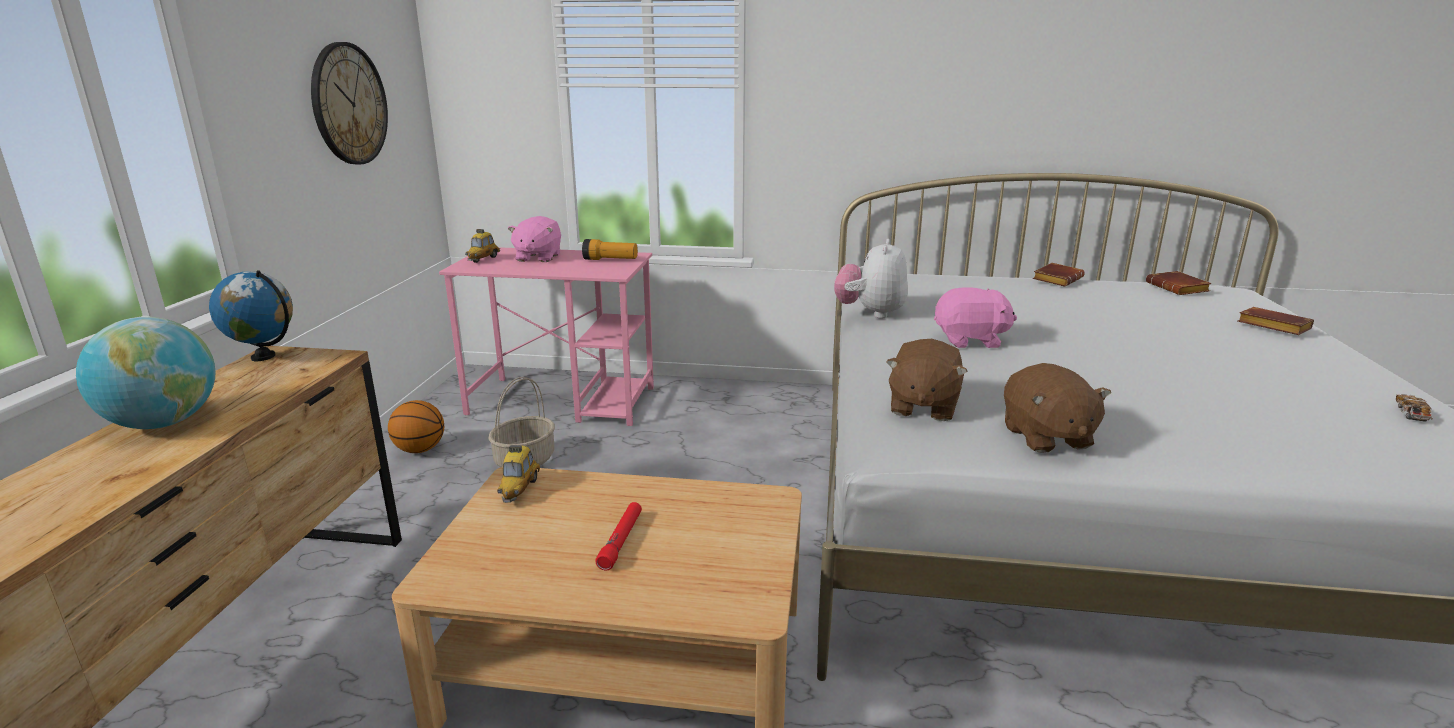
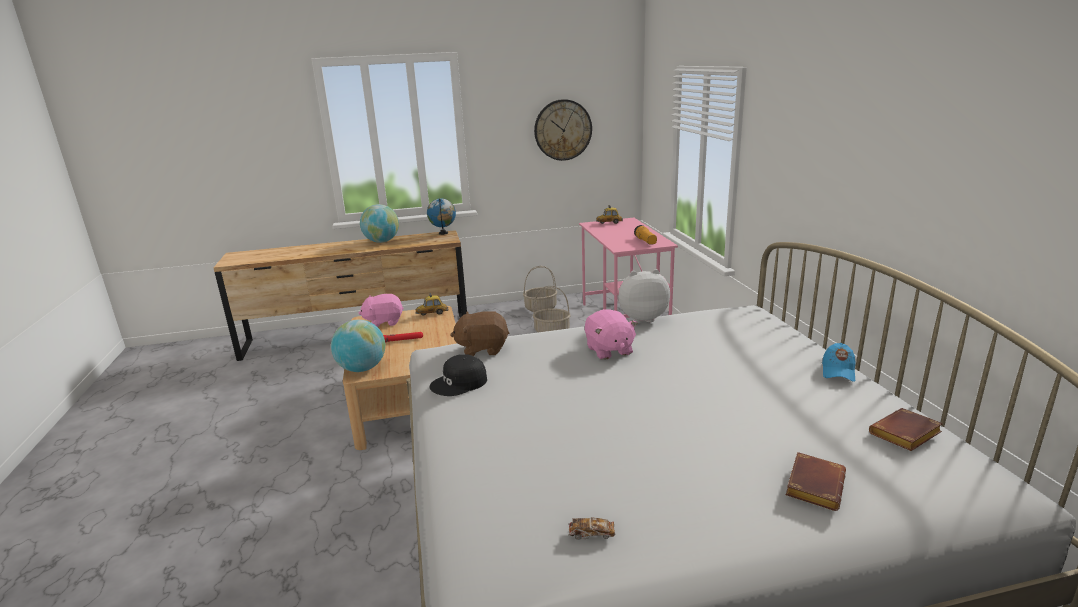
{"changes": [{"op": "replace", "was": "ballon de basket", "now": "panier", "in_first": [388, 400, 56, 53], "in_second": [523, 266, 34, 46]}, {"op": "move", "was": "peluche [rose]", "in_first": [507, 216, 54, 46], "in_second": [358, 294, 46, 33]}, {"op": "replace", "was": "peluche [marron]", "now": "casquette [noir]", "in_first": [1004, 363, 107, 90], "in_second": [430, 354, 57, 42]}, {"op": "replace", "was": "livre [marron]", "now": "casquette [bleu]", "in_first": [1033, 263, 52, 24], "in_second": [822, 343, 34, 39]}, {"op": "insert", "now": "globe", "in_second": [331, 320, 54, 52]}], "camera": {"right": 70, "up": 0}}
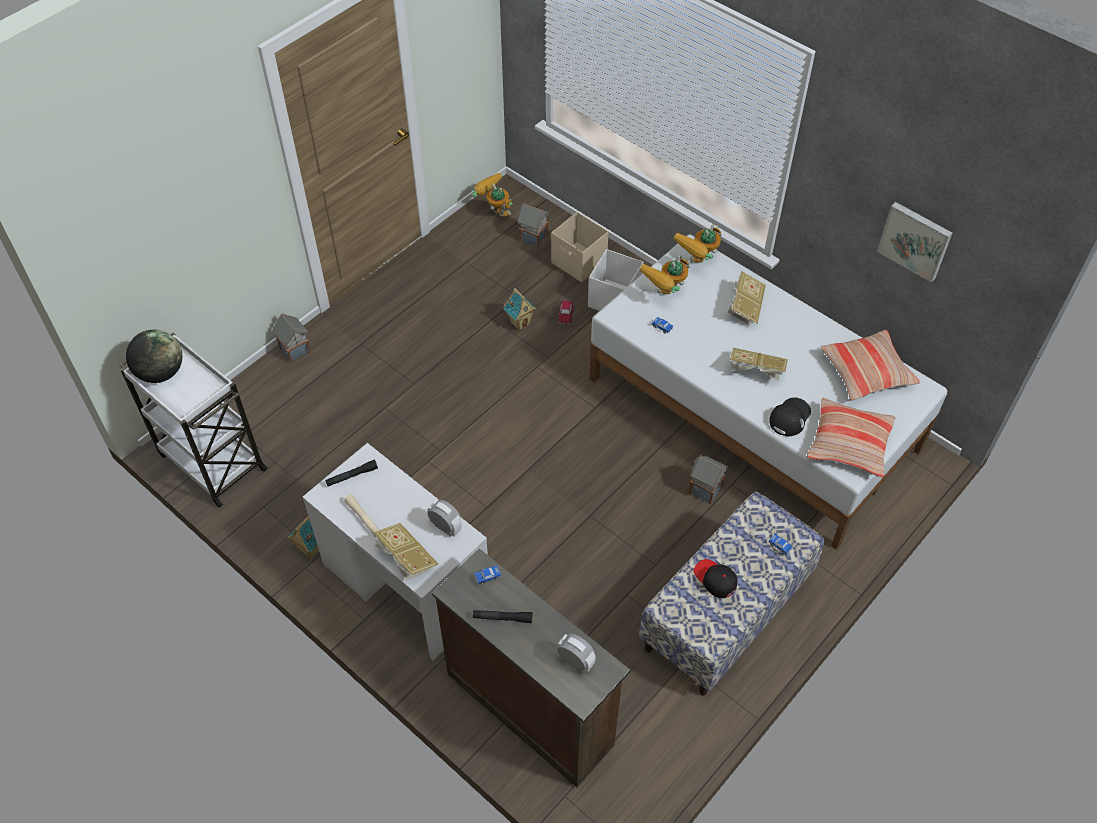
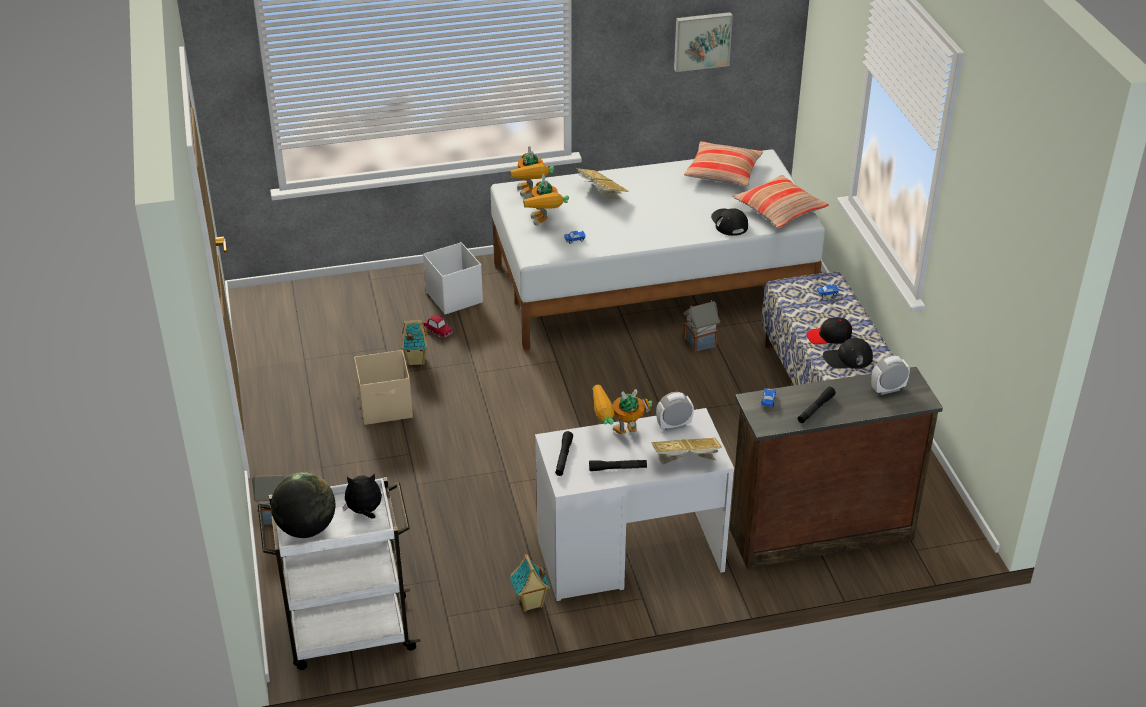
{"changes": [{"op": "recolor", "was": "lampe de poche [beige]", "now": "lampe de poche [noir]", "in_first": [344, 494, 35, 43], "in_second": [589, 460, 58, 11]}, {"op": "move", "was": "robot jouet", "in_first": [472, 173, 41, 44], "in_second": [593, 385, 59, 49]}, {"op": "delete", "was": "maison miniature", "in_first": [517, 203, 32, 45]}, {"op": "move", "was": "boîte de rangement [beige]", "in_first": [551, 212, 58, 70], "in_second": [354, 350, 59, 75]}, {"op": "delete", "was": "livre", "in_first": [730, 348, 58, 33]}, {"op": "insert", "now": "peluche", "in_second": [342, 474, 40, 45]}, {"op": "insert", "now": "casquette [noir]", "in_second": [823, 338, 50, 31]}], "camera": {"right": -55, "up": -15}}
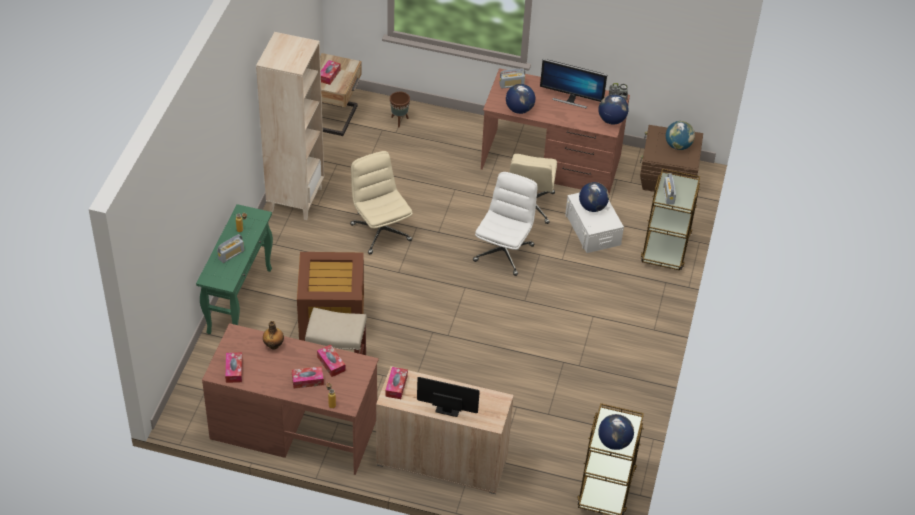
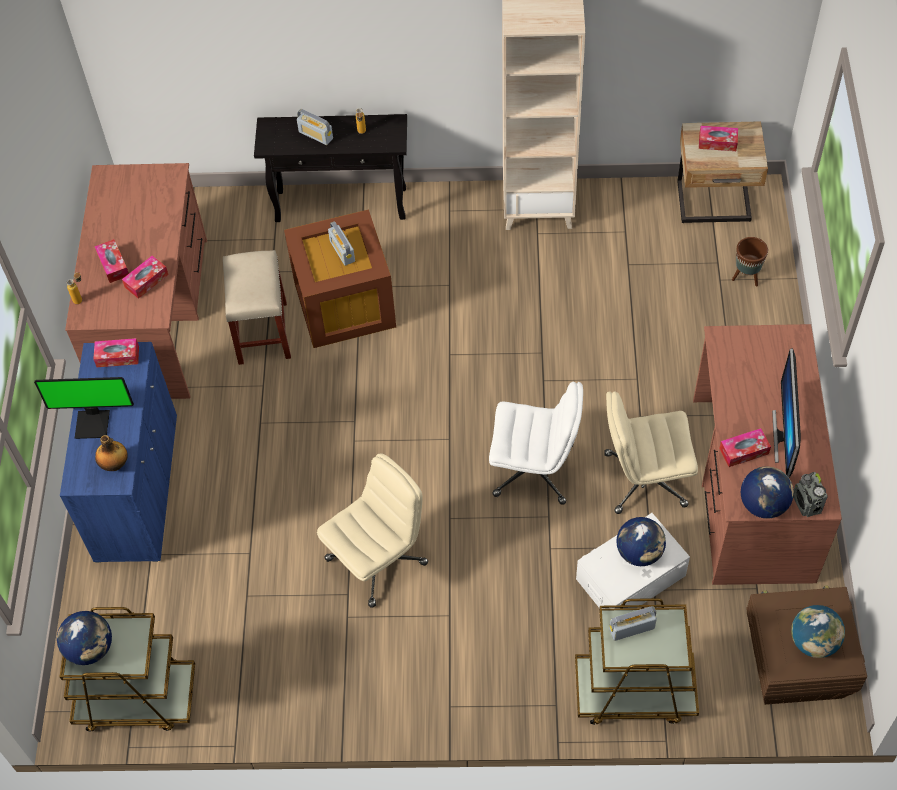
{"changes": [{"op": "recolor", "was": "table console [vert]", "now": "table console [noir]", "in_first": [196, 204, 77, 130], "in_second": [254, 114, 153, 108]}, {"op": "move", "was": "boîte à mouchoirs", "in_first": [225, 352, 18, 31], "in_second": [719, 428, 52, 39]}, {"op": "move", "was": "bouteille", "in_first": [263, 321, 21, 29], "in_second": [95, 435, 33, 36]}, {"op": "move", "was": "chaise de bureau [beige]", "in_first": [350, 151, 63, 103], "in_second": [317, 453, 111, 155]}, {"op": "recolor", "was": "meuble de rangement [beige]", "now": "meuble de rangement [bleu]", "in_first": [376, 366, 138, 128], "in_second": [60, 342, 117, 221]}, {"op": "rotate", "was": "écran d'ordinateur", "in_first": [417, 377, 63, 40], "in_second": [34, 377, 100, 62], "clockwise": 90}, {"op": "move", "was": "radio", "in_first": [499, 68, 26, 21], "in_second": [328, 221, 27, 45]}, {"op": "delete", "was": "globe", "in_first": [506, 84, 29, 30]}], "camera": {"right": 80, "up": 10}}
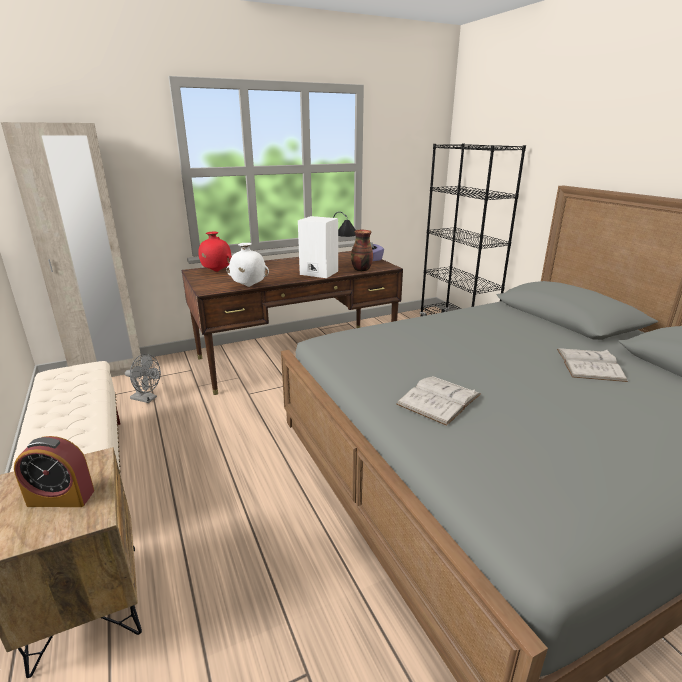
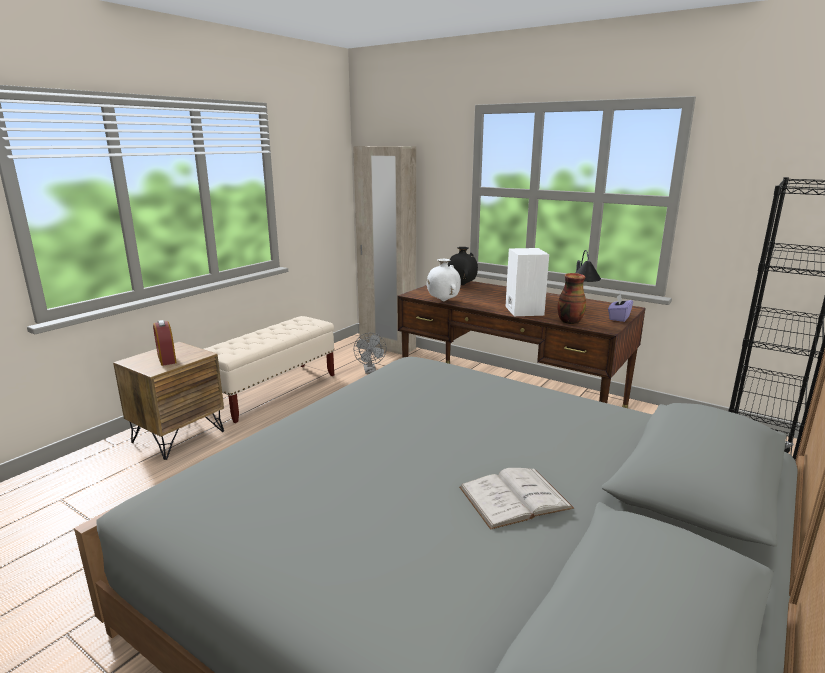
{"changes": [{"op": "recolor", "was": "vase [rouge]", "now": "vase [noir]", "in_first": [198, 232, 34, 40], "in_second": [448, 247, 30, 38]}, {"op": "delete", "was": "livre [blanc]", "in_first": [396, 376, 85, 50]}], "camera": {"right": 60, "up": -5}}
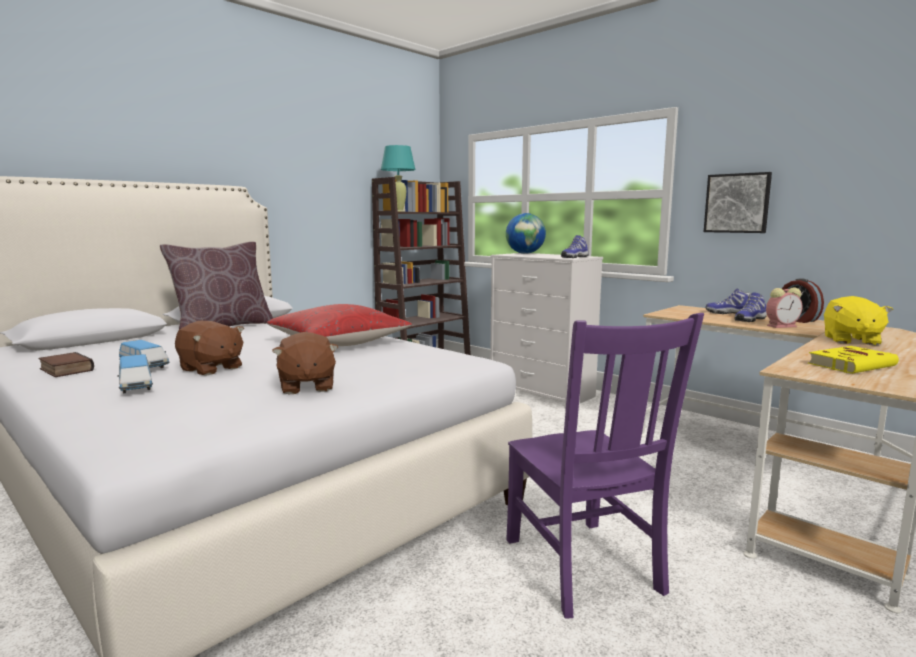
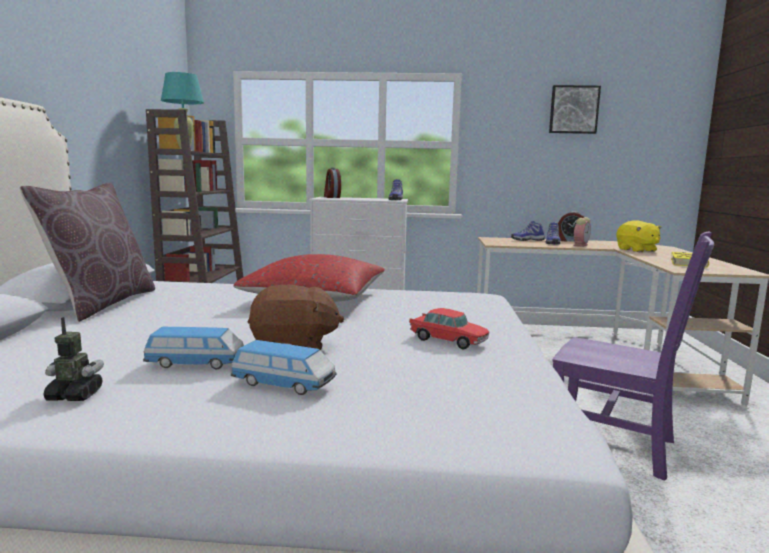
{"changes": [{"op": "replace", "was": "livre", "now": "robot jouet", "in_first": [38, 352, 56, 25], "in_second": [44, 317, 60, 84]}, {"op": "replace", "was": "peluche [marron]", "now": "petite voiture", "in_first": [272, 332, 66, 62], "in_second": [409, 308, 80, 42]}, {"op": "replace", "was": "globe", "now": "réveil", "in_first": [506, 213, 40, 41], "in_second": [324, 167, 17, 31]}, {"op": "move", "was": "tableau", "in_first": [704, 172, 68, 61], "in_second": [549, 85, 52, 49]}], "camera": {"right": -40, "up": 0}}
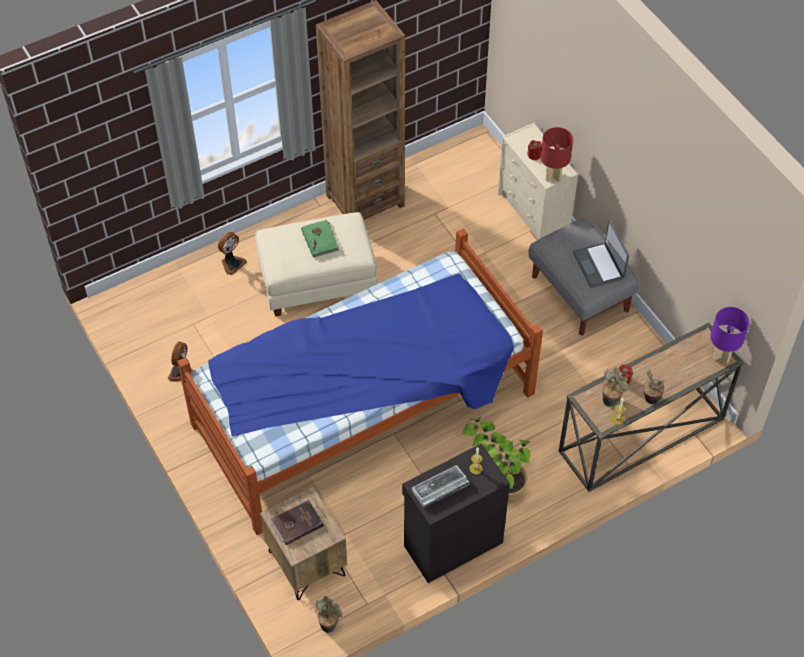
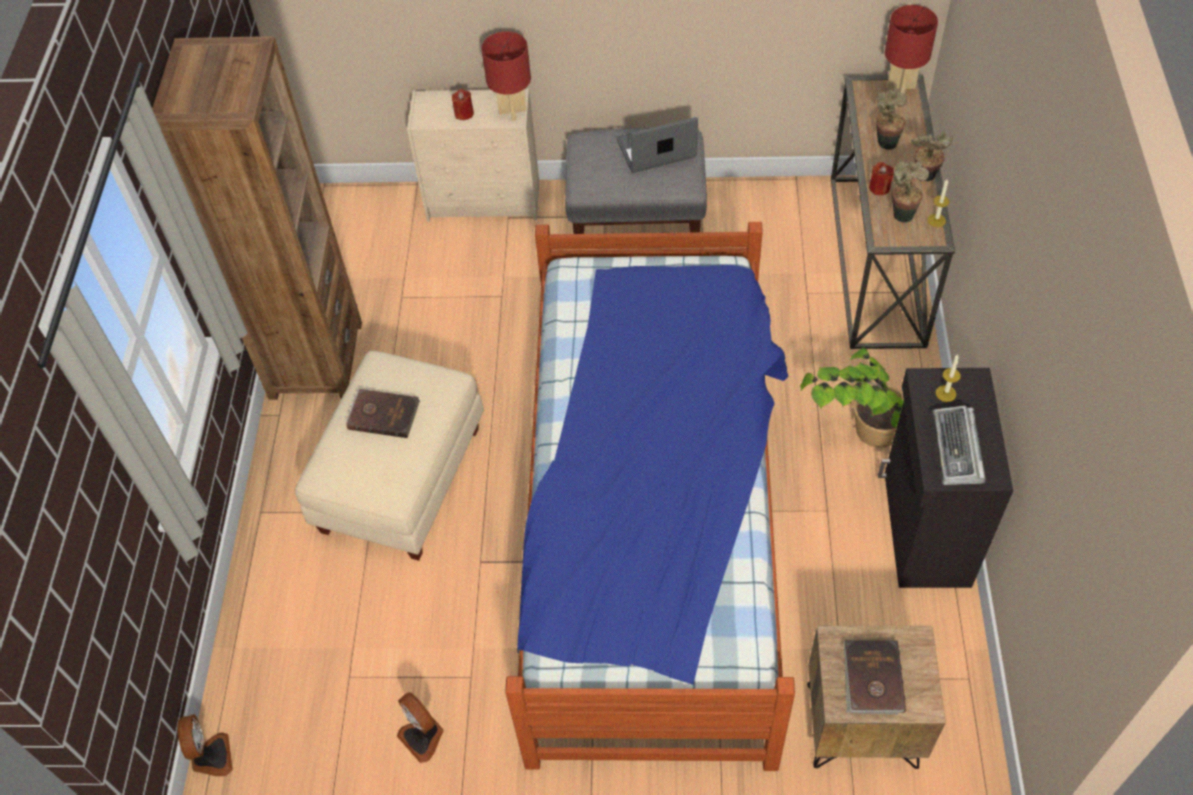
{"changes": [{"op": "move", "was": "ventilateur", "in_first": [218, 232, 29, 43], "in_second": [177, 714, 56, 62]}, {"op": "recolor", "was": "livre [vert]", "now": "livre [marron]", "in_first": [301, 220, 38, 38], "in_second": [346, 388, 74, 50]}, {"op": "move", "was": "plante en pot", "in_first": [316, 596, 26, 37], "in_second": [876, 88, 31, 62]}, {"op": "rotate", "was": "ordinateur portable", "in_first": [573, 220, 56, 68], "in_second": [617, 117, 81, 56], "clockwise": 150}, {"op": "recolor", "was": "lampe de table [violet]", "now": "lampe de table [rouge]", "in_first": [710, 307, 39, 57], "in_second": [885, 5, 53, 89]}], "camera": {"right": -55, "up": 0}}
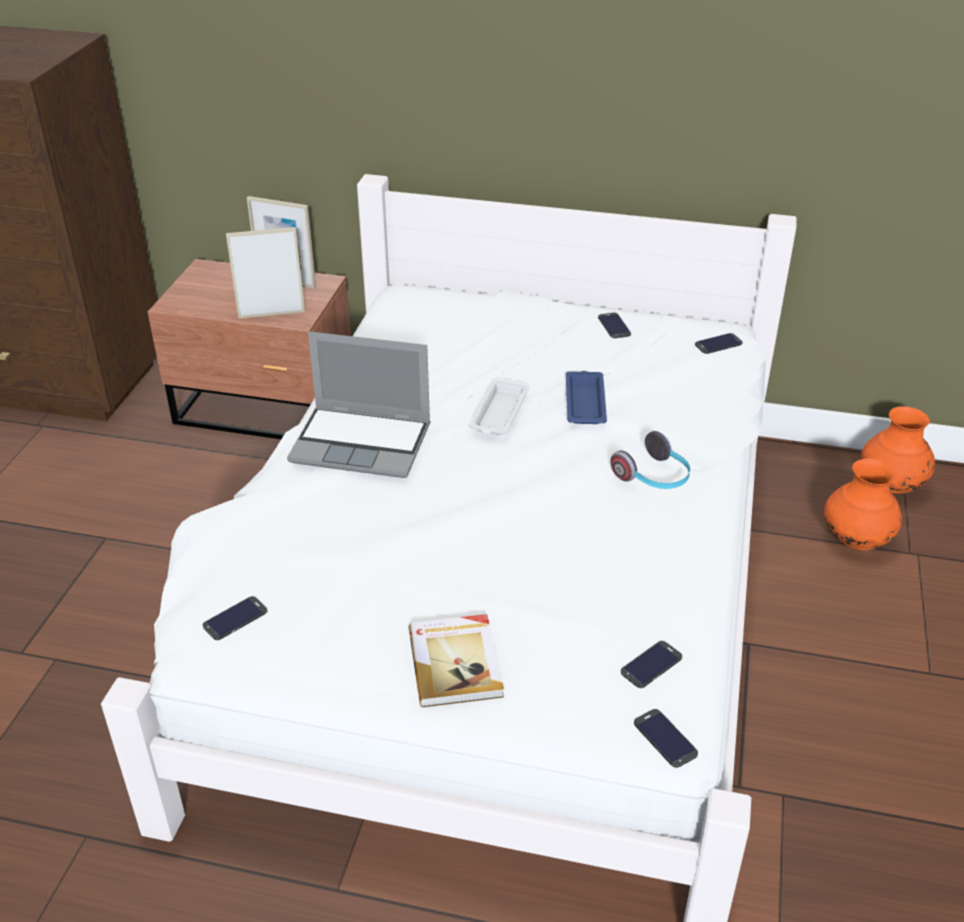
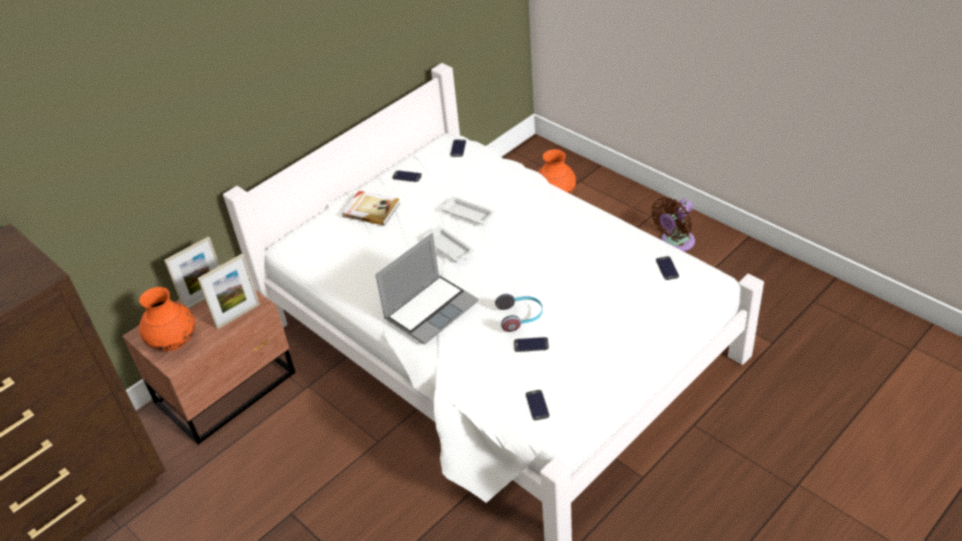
{"changes": [{"op": "rotate", "was": "cadre photo", "in_first": [226, 227, 79, 92], "in_second": [198, 254, 62, 75], "clockwise": -150}, {"op": "move", "was": "livre", "in_first": [409, 614, 95, 93], "in_second": [342, 191, 58, 35]}, {"op": "recolor", "was": "plateau [bleu]", "now": "plateau [blanc]", "in_first": [566, 371, 41, 53], "in_second": [440, 196, 55, 29]}, {"op": "move", "was": "casque audio", "in_first": [611, 431, 79, 58], "in_second": [495, 294, 48, 38]}, {"op": "move", "was": "téléphone", "in_first": [634, 709, 64, 59], "in_second": [514, 337, 35, 15]}, {"op": "move", "was": "vase [orange]", "in_first": [861, 406, 74, 88], "in_second": [139, 287, 56, 64]}, {"op": "insert", "now": "ventilateur [marron]", "in_second": [651, 197, 44, 55]}], "camera": {"right": -55, "up": 5}}
